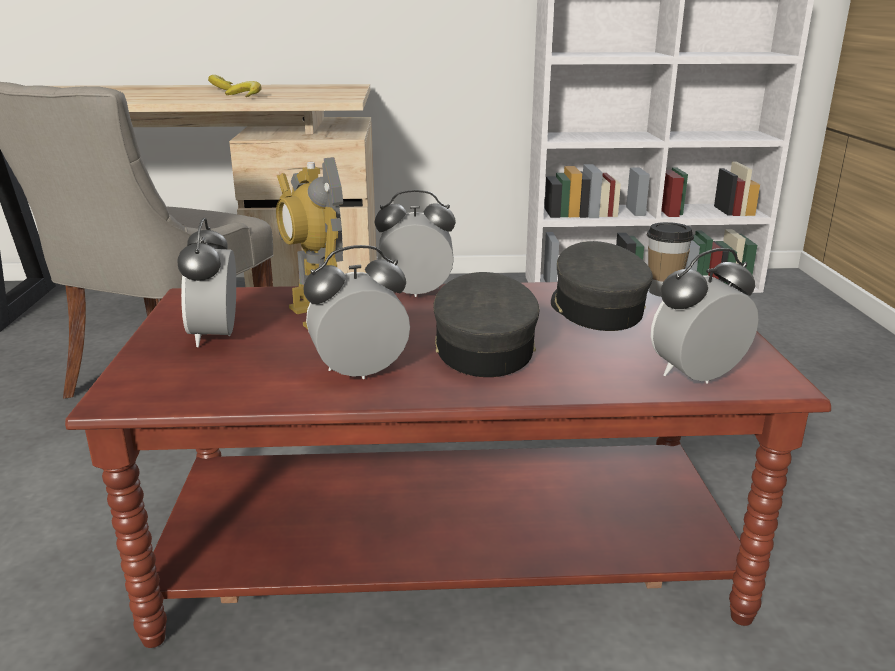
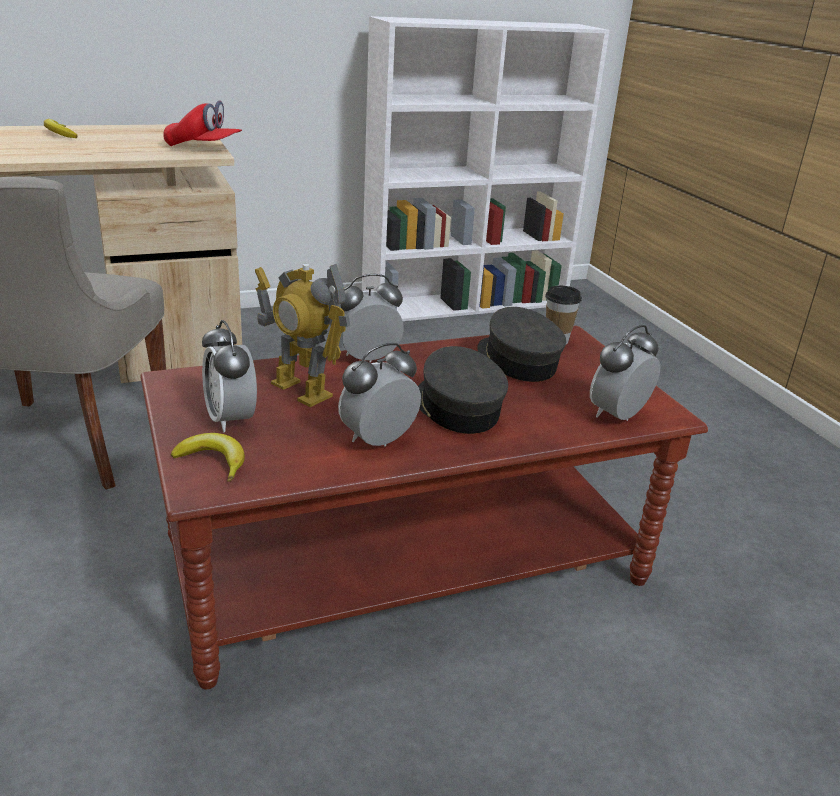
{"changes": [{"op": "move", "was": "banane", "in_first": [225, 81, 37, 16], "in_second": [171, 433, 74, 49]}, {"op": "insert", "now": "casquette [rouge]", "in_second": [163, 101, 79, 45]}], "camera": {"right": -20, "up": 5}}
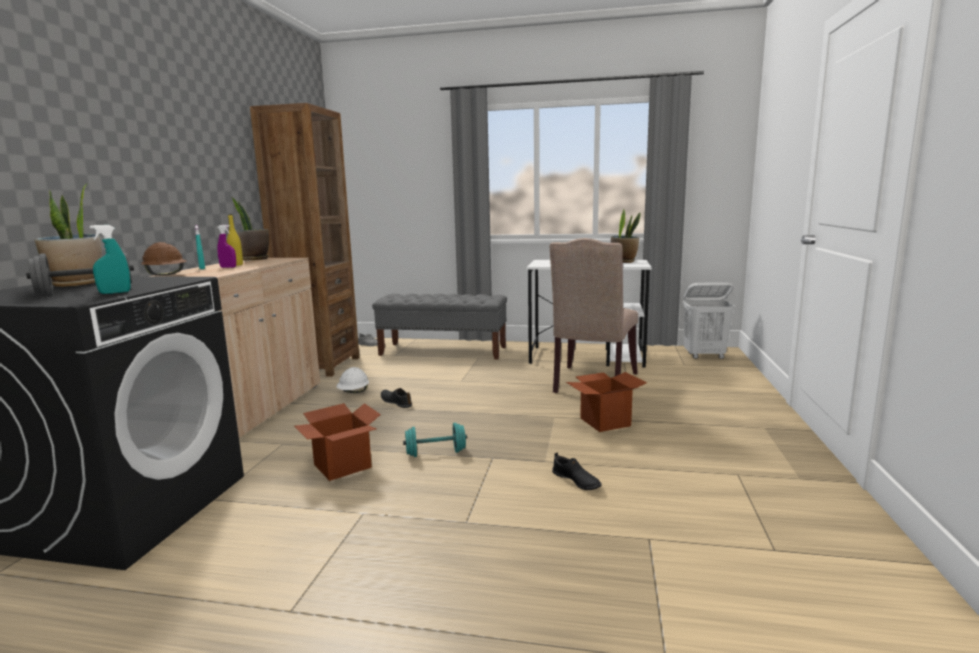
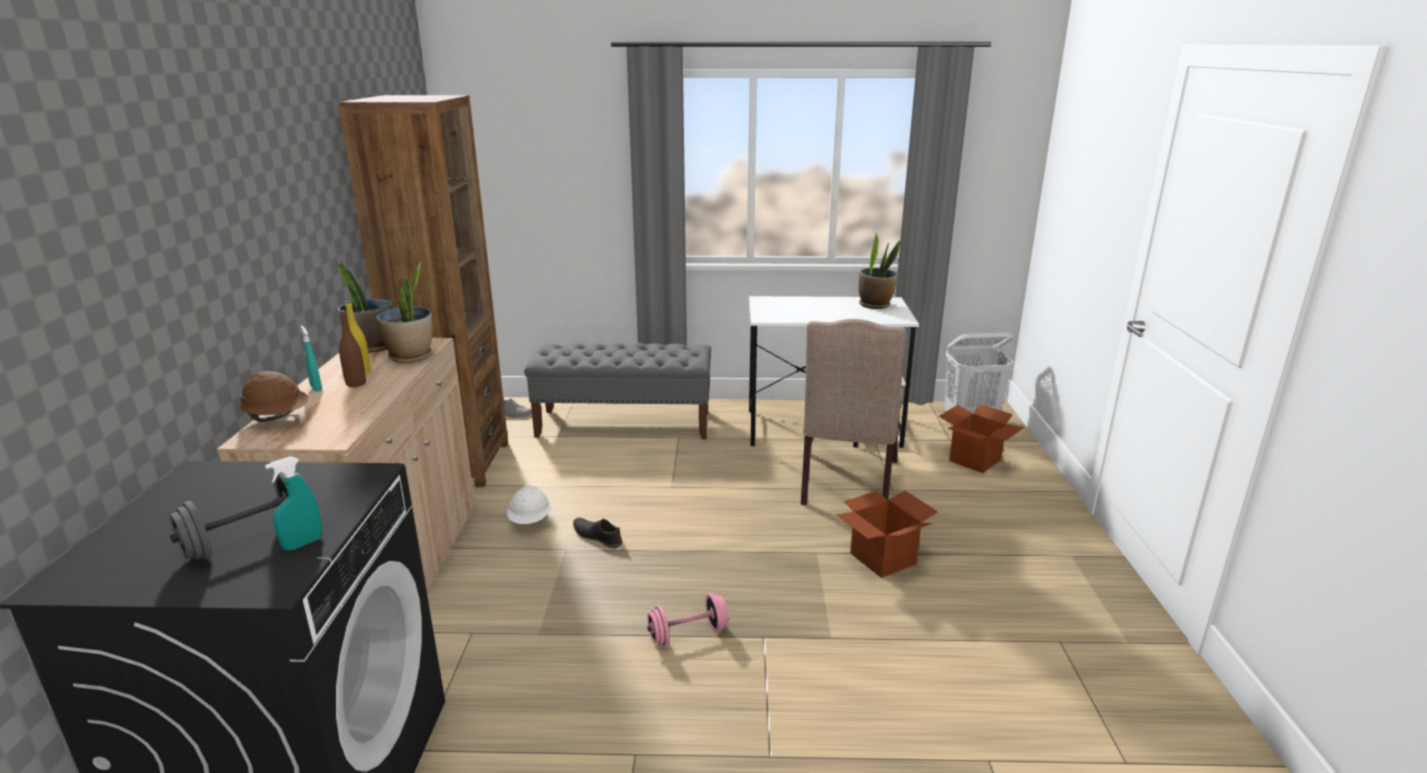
{"changes": [{"op": "move", "was": "plante en pot", "in_first": [35, 183, 67, 104], "in_second": [377, 262, 55, 101]}, {"op": "replace", "was": "vaporisateur [violet]", "now": "bouteille [marron]", "in_first": [217, 225, 19, 43], "in_second": [339, 310, 27, 77]}, {"op": "move", "was": "carton", "in_first": [294, 403, 87, 78], "in_second": [938, 404, 86, 69]}, {"op": "recolor", "was": "haltère [turquoise]", "now": "haltère [rose]", "in_first": [403, 423, 64, 34], "in_second": [647, 593, 82, 53]}, {"op": "delete", "was": "chaussure [noir]", "in_first": [552, 452, 50, 38]}], "camera": {"right": -10, "up": 10}}
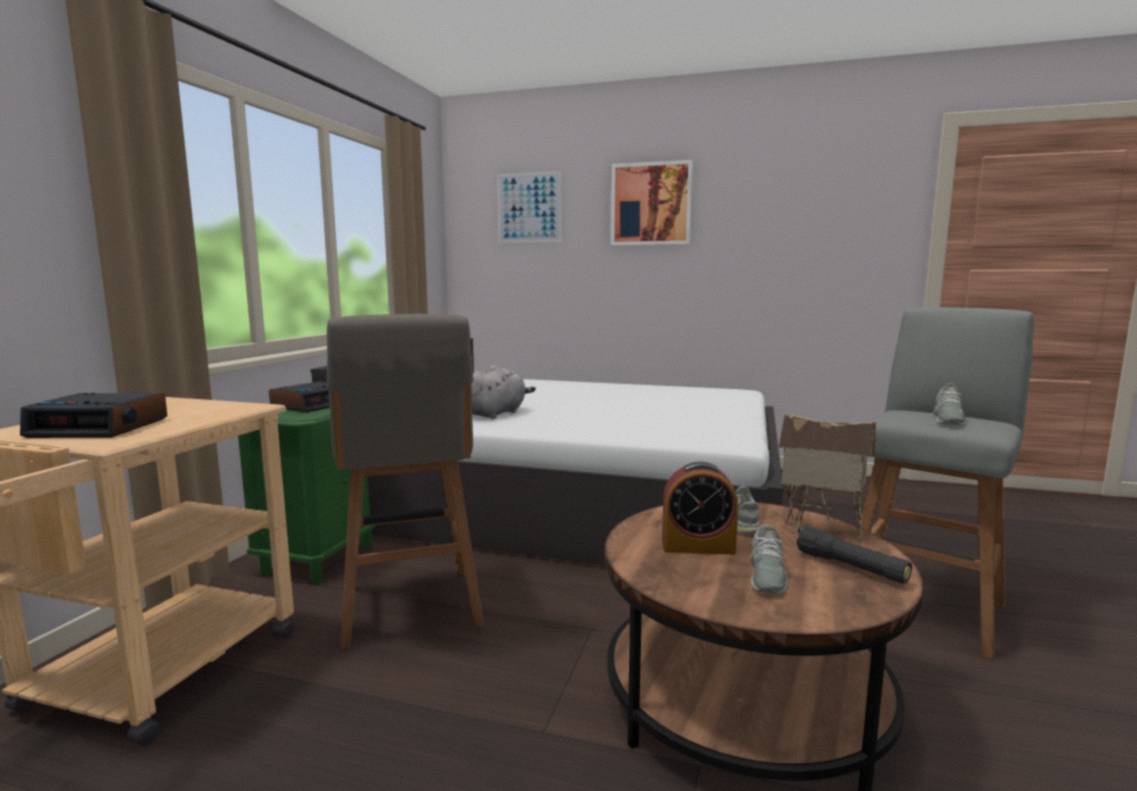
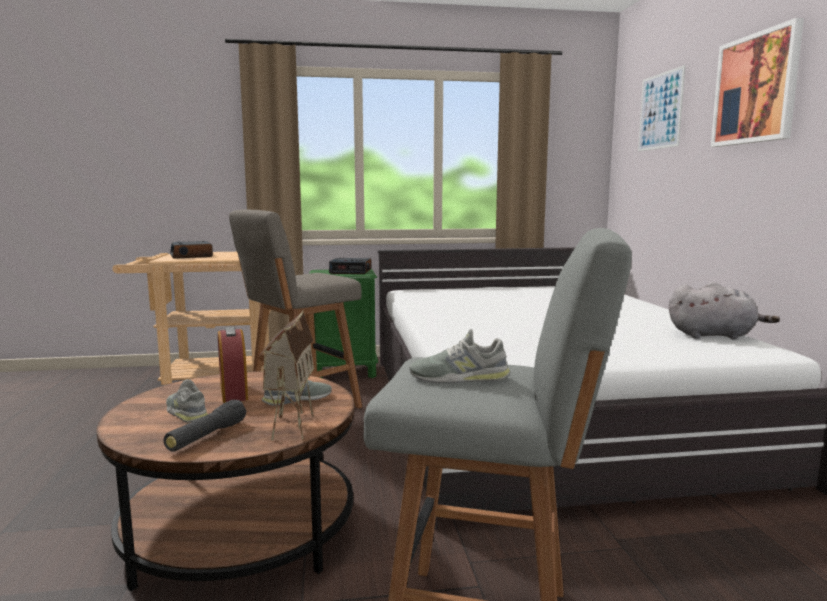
{"changes": [{"op": "move", "was": "peluche [gris]", "in_first": [471, 365, 65, 54], "in_second": [669, 282, 111, 57]}, {"op": "rotate", "was": "chaussure [gris]", "in_first": [750, 525, 38, 69], "in_second": [166, 379, 42, 44], "clockwise": 60}], "camera": {"right": 65, "up": 0}}
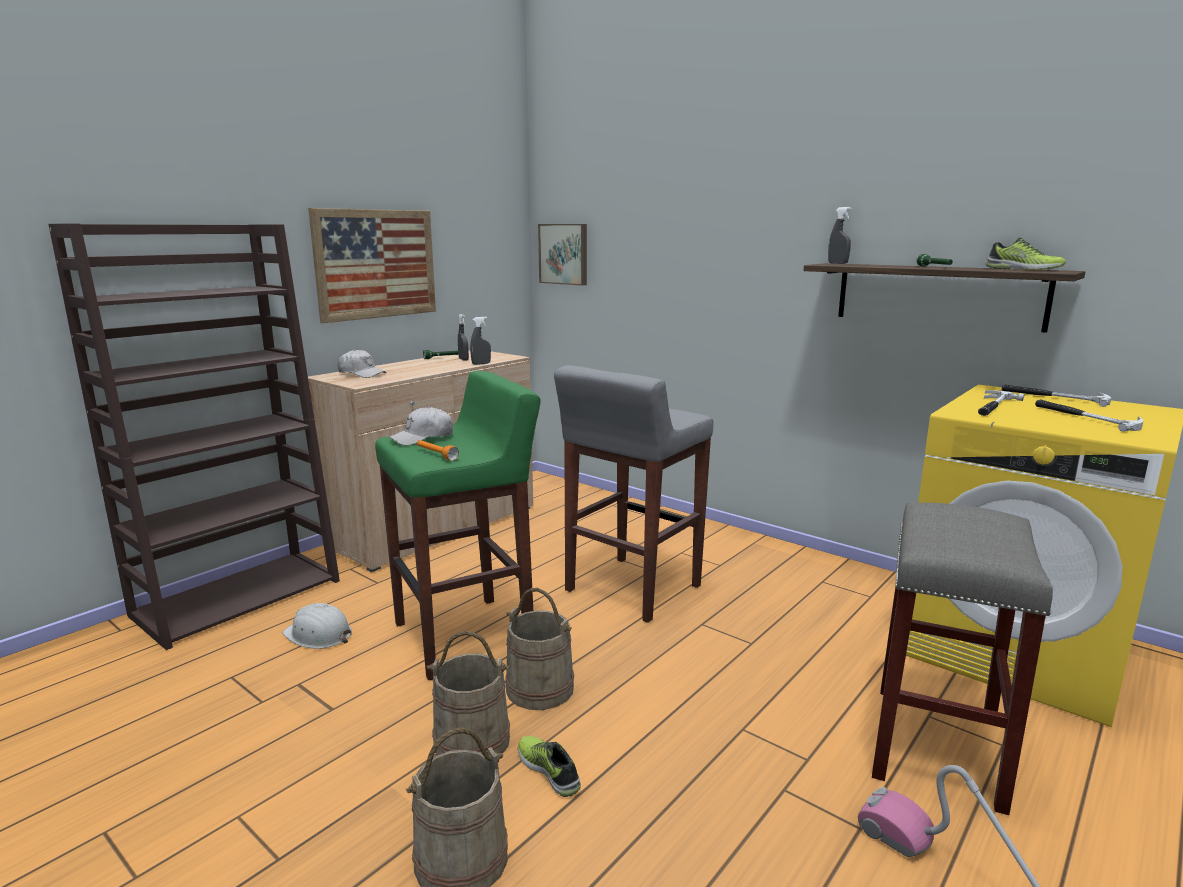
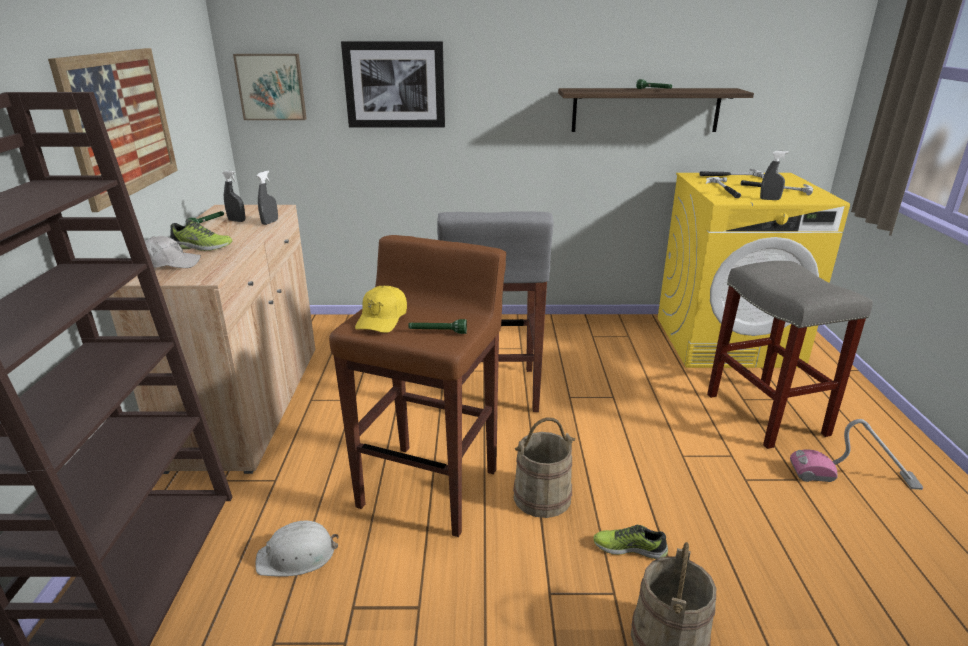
{"changes": [{"op": "recolor", "was": "tabouret [vert]", "now": "tabouret [marron]", "in_first": [375, 371, 166, 309], "in_second": [329, 235, 177, 302]}, {"op": "recolor", "was": "casquette [blanc]", "now": "casquette [jaune]", "in_first": [389, 406, 64, 40], "in_second": [355, 285, 52, 48]}, {"op": "recolor", "was": "lampe de poche [orange]", "now": "lampe de poche [vert]", "in_first": [417, 440, 42, 21], "in_second": [408, 319, 59, 15]}, {"op": "delete", "was": "seau [beige]", "in_first": [427, 631, 83, 125]}, {"op": "move", "was": "vaporisateur [gris]", "in_first": [828, 207, 24, 57], "in_second": [760, 151, 29, 49]}, {"op": "move", "was": "chaussure", "in_first": [986, 237, 80, 33], "in_second": [169, 220, 63, 31]}, {"op": "insert", "now": "tableau", "in_second": [341, 41, 104, 87]}], "camera": {"right": -40, "up": 10}}
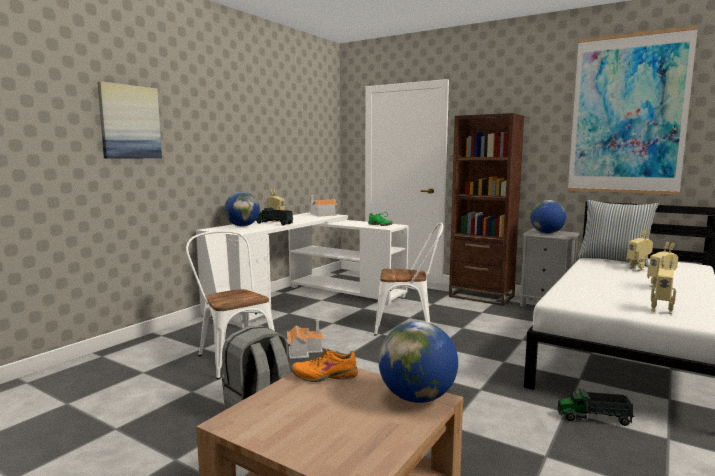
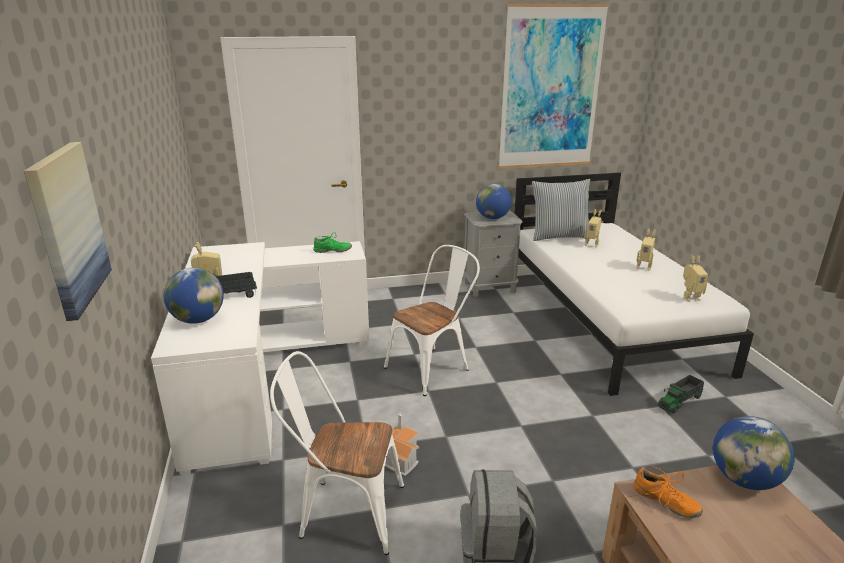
{"changes": [{"op": "rotate", "was": "chaussure [orange]", "in_first": [291, 349, 67, 33], "in_second": [633, 465, 70, 53], "clockwise": -90}, {"op": "delete", "was": "maison miniature", "in_first": [310, 195, 28, 22]}, {"op": "delete", "was": "bibliothèque [marron]", "in_first": [449, 113, 75, 193]}], "camera": {"right": -45, "up": 15}}
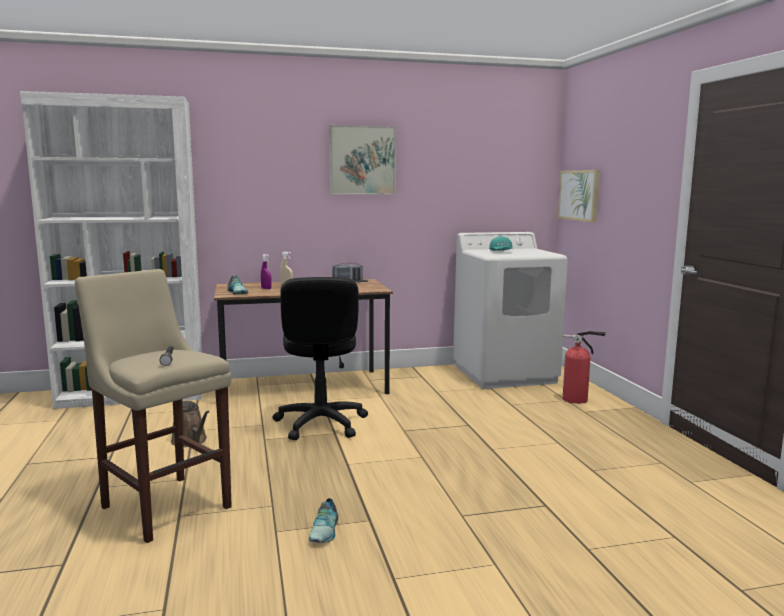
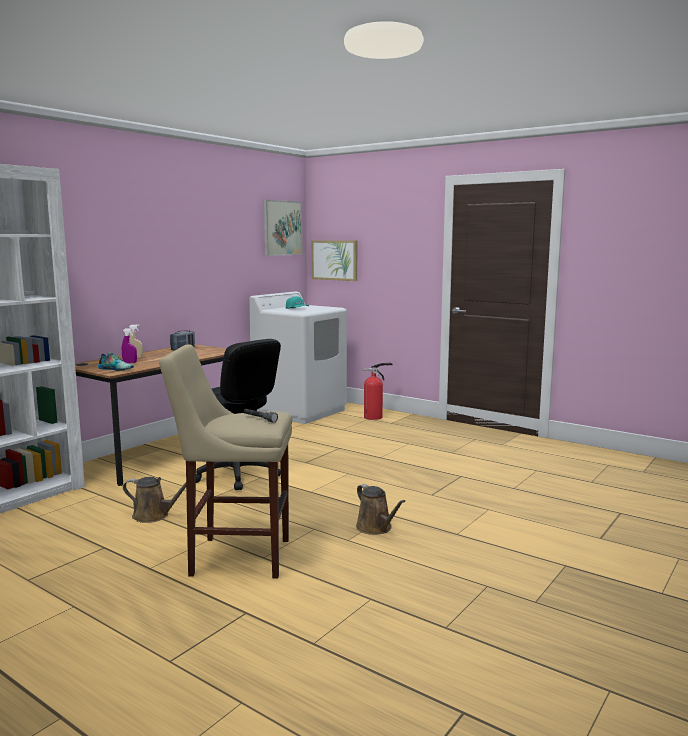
{"changes": [{"op": "replace", "was": "chaussure", "now": "arrosoir [marron]", "in_first": [309, 498, 30, 45], "in_second": [356, 484, 50, 51]}, {"op": "move", "was": "tableau", "in_first": [329, 125, 67, 70], "in_second": [264, 200, 38, 56]}], "camera": {"right": -40, "up": 0}}
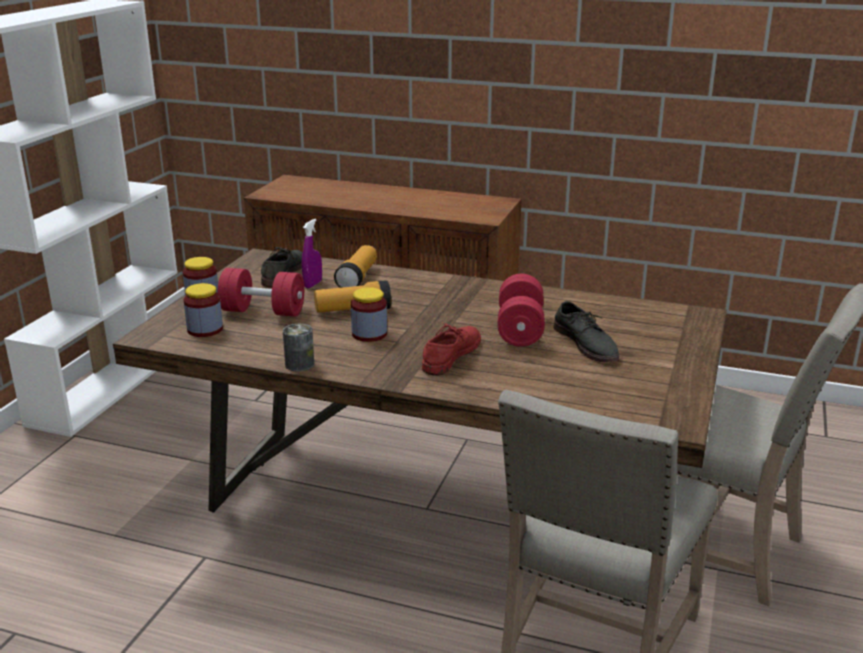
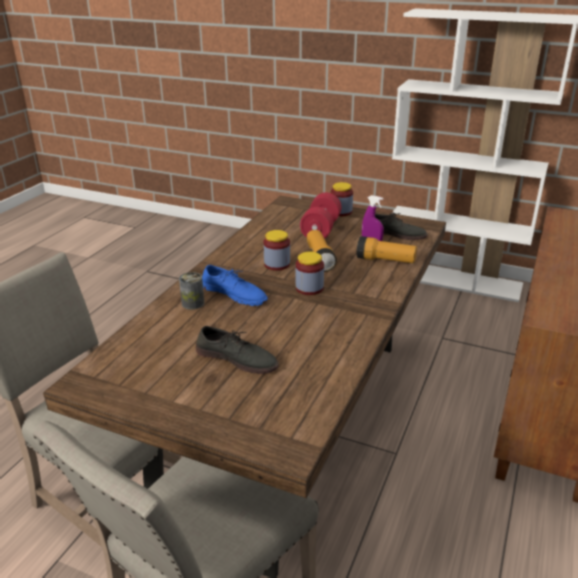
{"changes": [{"op": "move", "was": "bocal", "in_first": [184, 283, 39, 54], "in_second": [296, 252, 28, 43]}, {"op": "move", "was": "boîte métallique", "in_first": [283, 324, 31, 48], "in_second": [179, 272, 25, 38]}, {"op": "recolor", "was": "chaussure [rouge]", "now": "chaussure [bleu]", "in_first": [422, 323, 59, 53], "in_second": [202, 265, 66, 41]}, {"op": "delete", "was": "haltère [rouge]", "in_first": [497, 274, 48, 73]}, {"op": "rotate", "was": "chaussure [gris]", "in_first": [553, 301, 66, 61], "in_second": [196, 326, 83, 48], "clockwise": -135}], "camera": {"right": 95, "up": 5}}
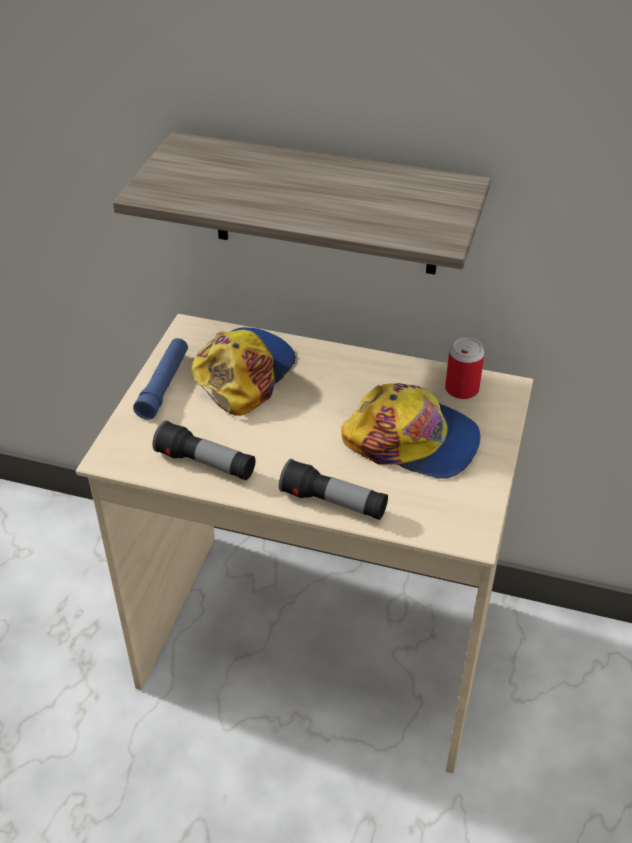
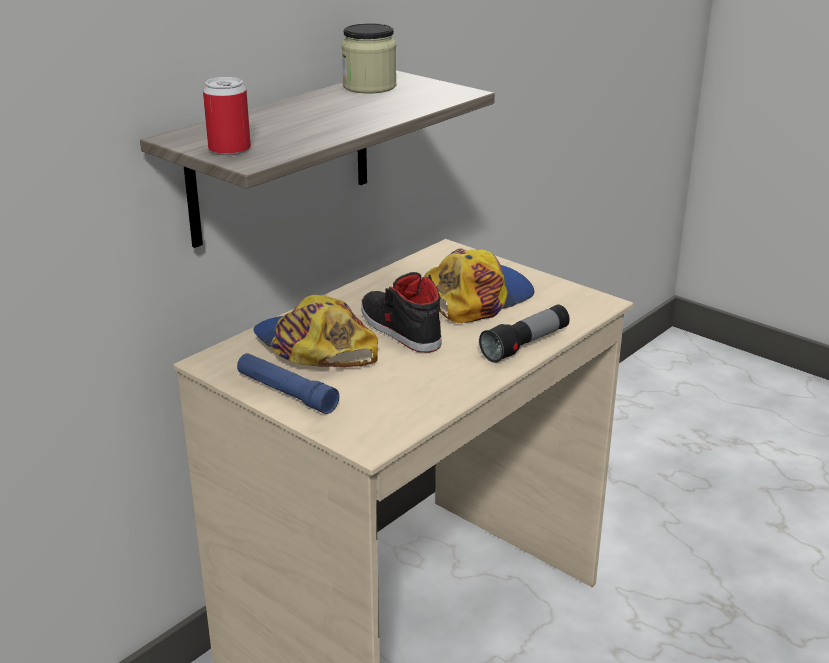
{"changes": [{"op": "delete", "was": "lampe de poche", "in_first": [153, 420, 103, 60]}, {"op": "move", "was": "boîte métallique", "in_first": [445, 337, 40, 62], "in_second": [203, 77, 48, 78]}, {"op": "insert", "now": "bocal", "in_second": [342, 23, 55, 71]}, {"op": "insert", "now": "chaussure [noir]", "in_second": [361, 272, 81, 80]}], "camera": {"right": -65, "up": -15}}
